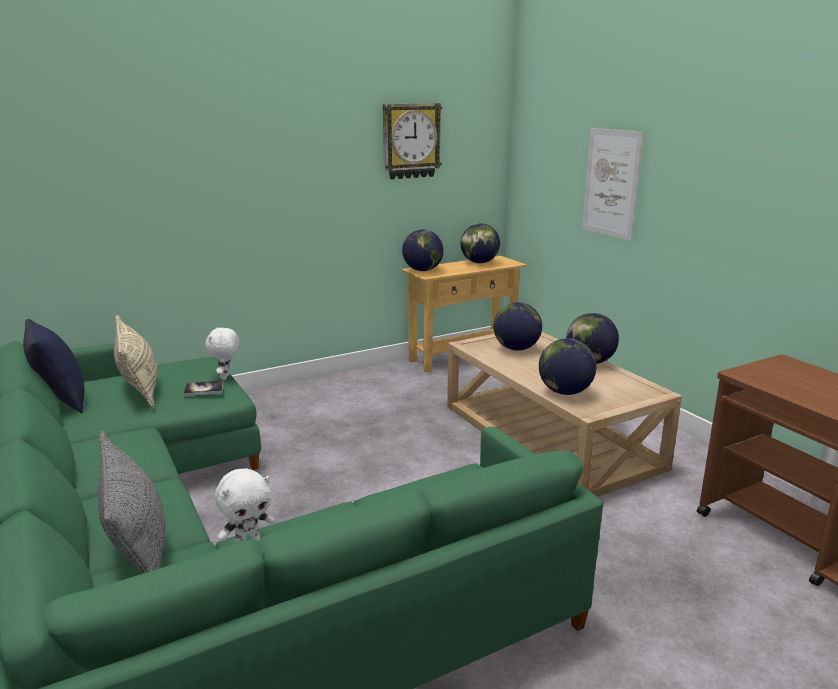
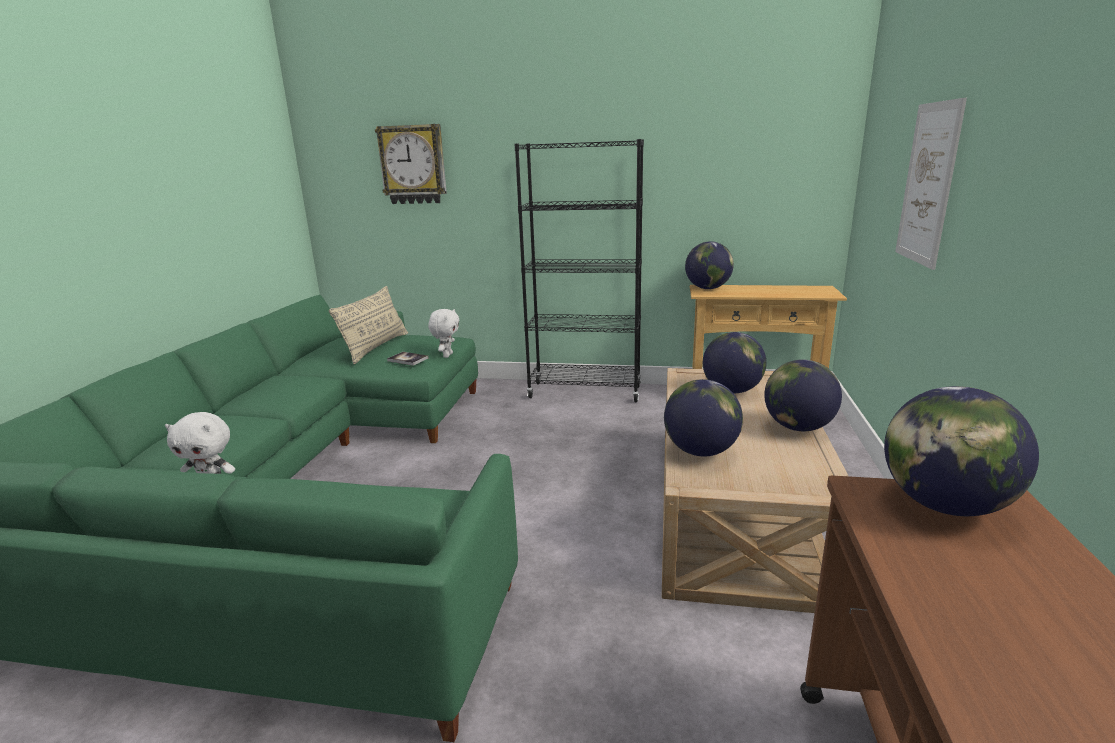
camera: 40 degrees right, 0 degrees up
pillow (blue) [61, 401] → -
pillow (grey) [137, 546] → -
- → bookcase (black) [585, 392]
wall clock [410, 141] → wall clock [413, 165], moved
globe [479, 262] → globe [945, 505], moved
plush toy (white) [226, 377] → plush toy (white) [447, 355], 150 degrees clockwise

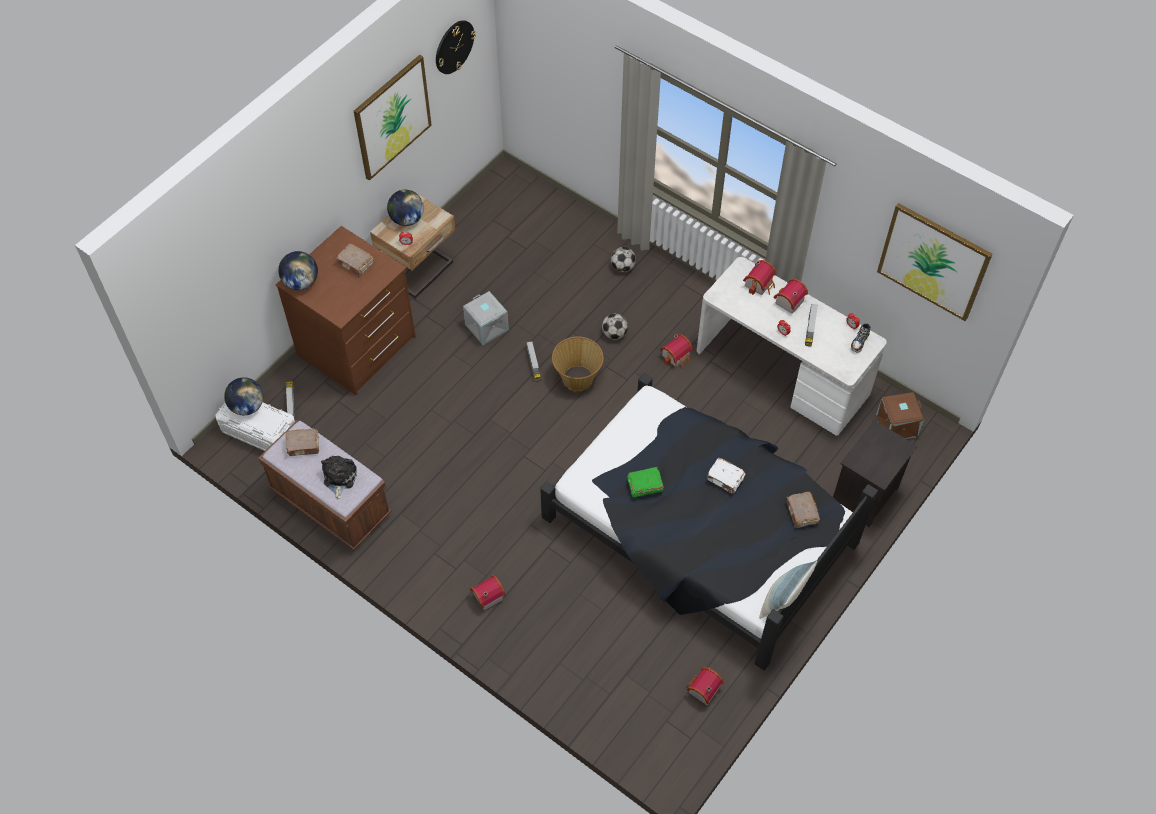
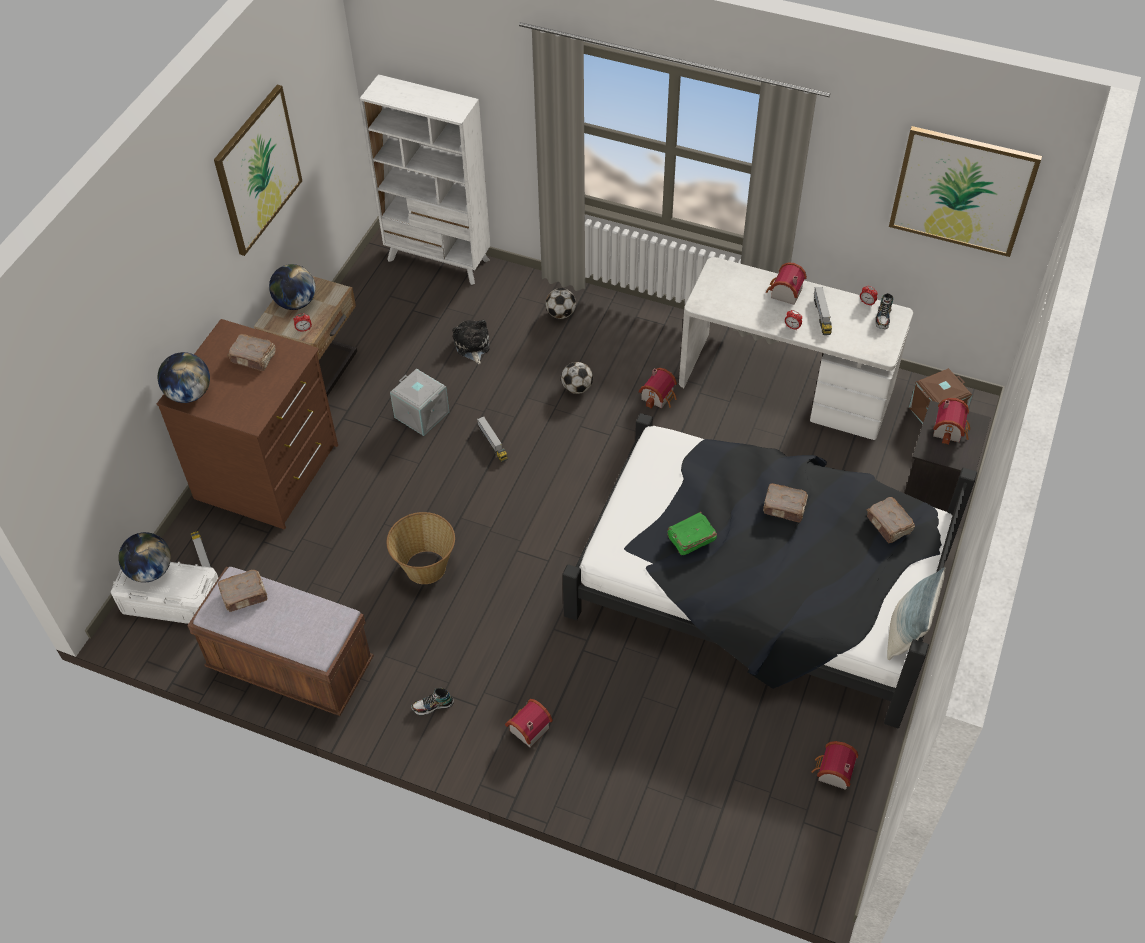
camera: 15 degrees left, 5 degrees down
wall clock [454, 47] → -
- → bookcase (white) [438, 260]
- → shoe [433, 706]
plush toy [339, 478] → plush toy [472, 346], moved
basket [577, 377] → basket [425, 566], moved
toy house [760, 284] → toy house [950, 429], moved
book (white) [725, 479] → book (brown) [784, 508]

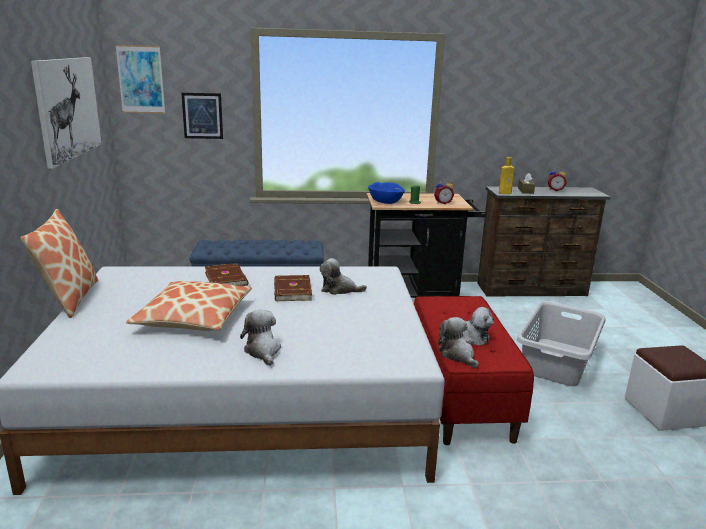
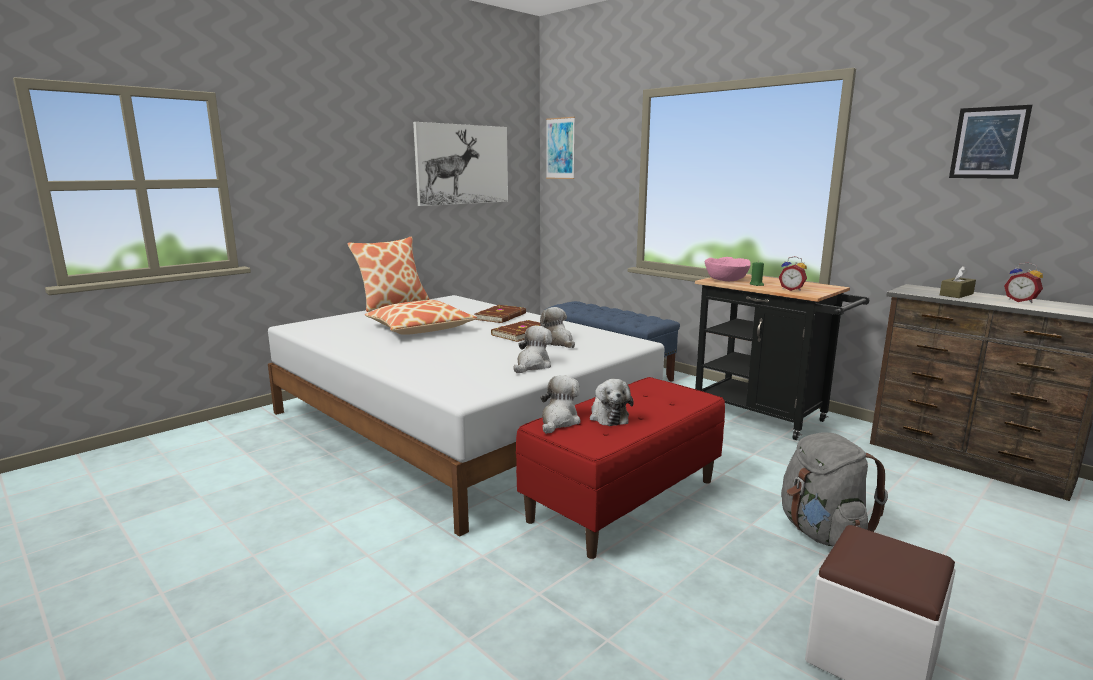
camera: 50 degrees right, 5 degrees down
bottle (yellow) [505, 193] → -
picture [202, 116] → picture [989, 143], moved
plush toy [263, 351] → plush toy [532, 365], moved
laundry basket (grey) [558, 361] → backpack (grey) [822, 532]
bowl (blue) [386, 201] → bowl (pink) [726, 279]

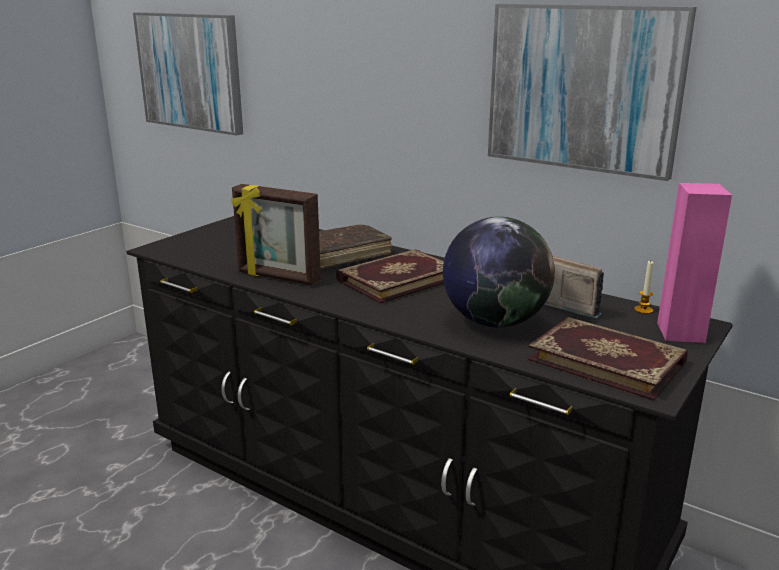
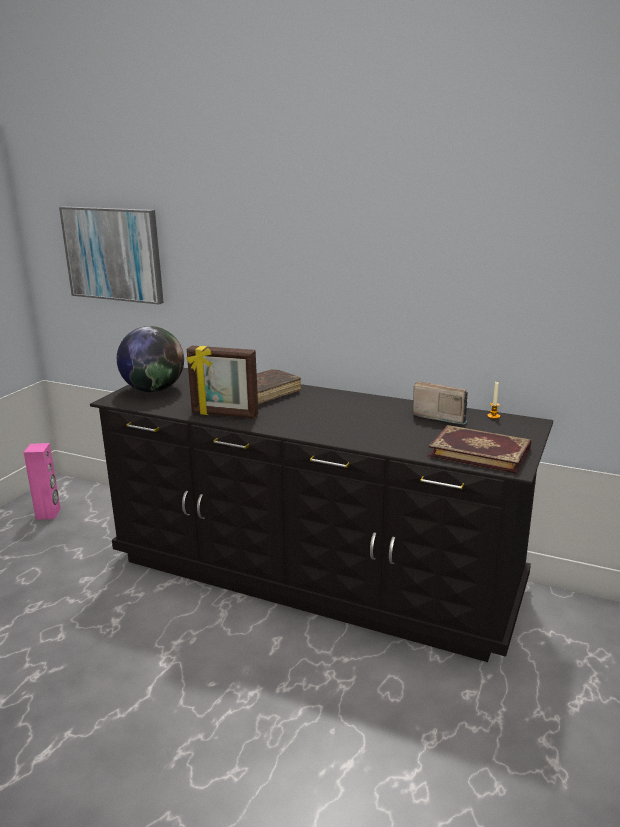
camera: 10 degrees left, 0 degrees up
book [396, 279] → -
picture [583, 88] → -
globe [494, 322] → globe [153, 390], moved
speaker (pink) [681, 332] → speaker (pink) [48, 514], moved

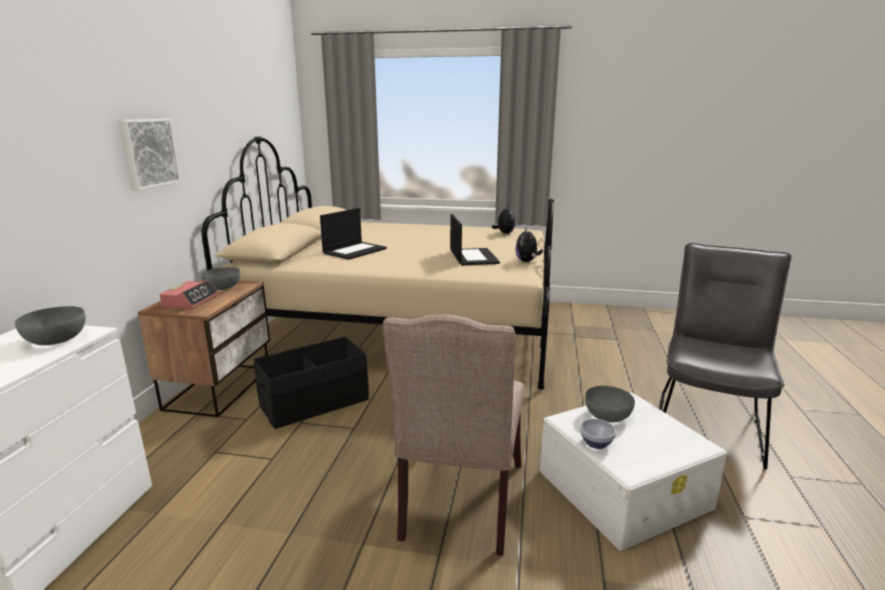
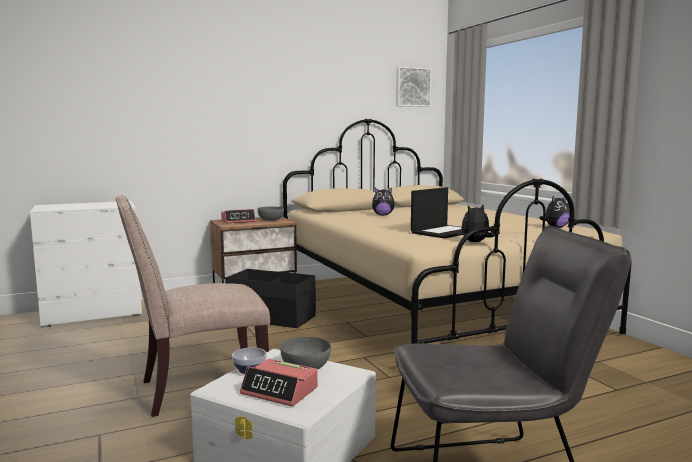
camera: 55 degrees right, 10 degrees down
bowl (grey) [57, 339] → -
- → alarm clock [280, 391]
picture [148, 153] → picture [412, 87], moved
laptop [355, 251] → plush toy [383, 215]

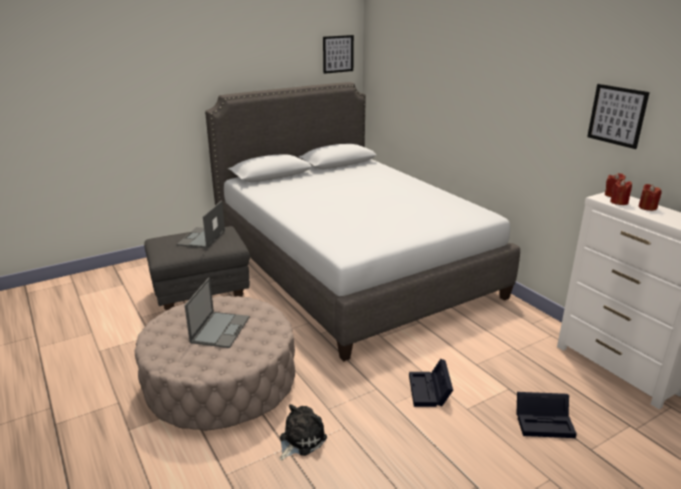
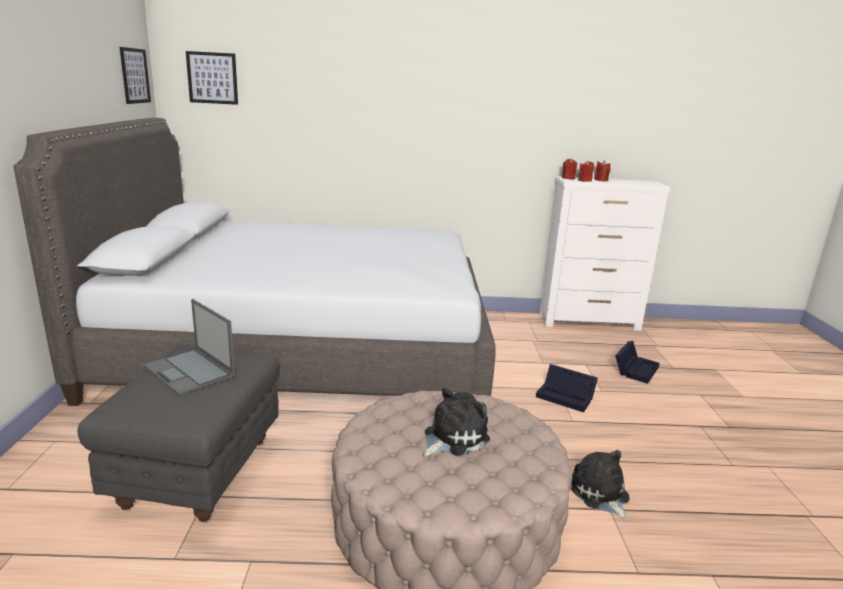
camera: 60 degrees left, 5 degrees down
picture [617, 115] → picture [212, 78], moved
laptop [220, 329] → plush toy [452, 437]

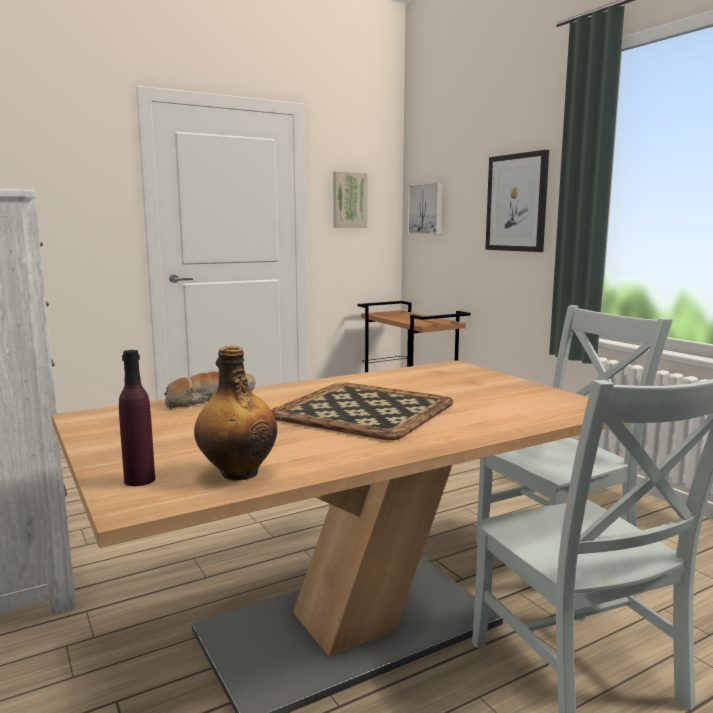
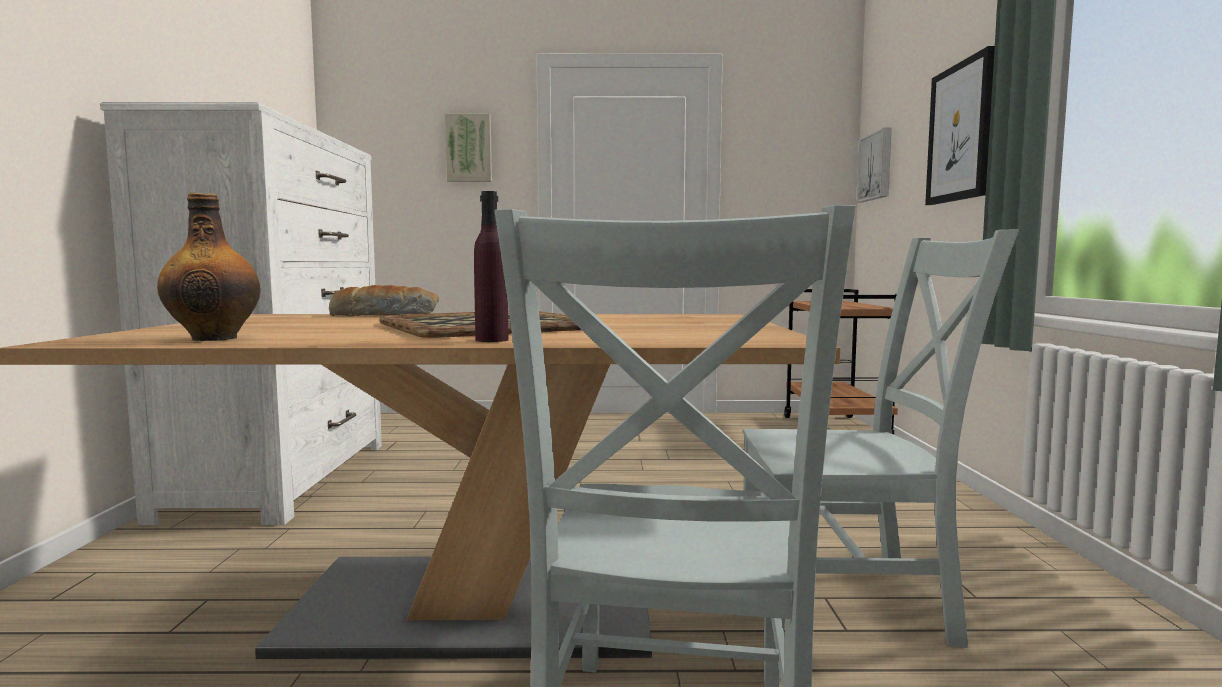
camera: 30 degrees right, 5 degrees down
bottle (purple) [139, 480] → bottle (purple) [492, 340], moved
picture [349, 200] → picture [469, 148], moved

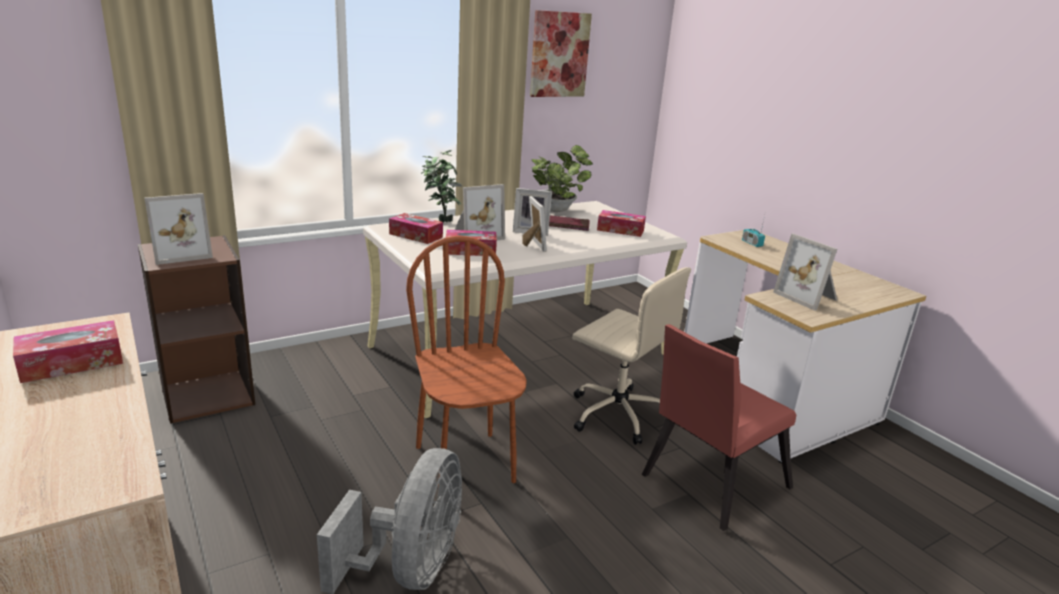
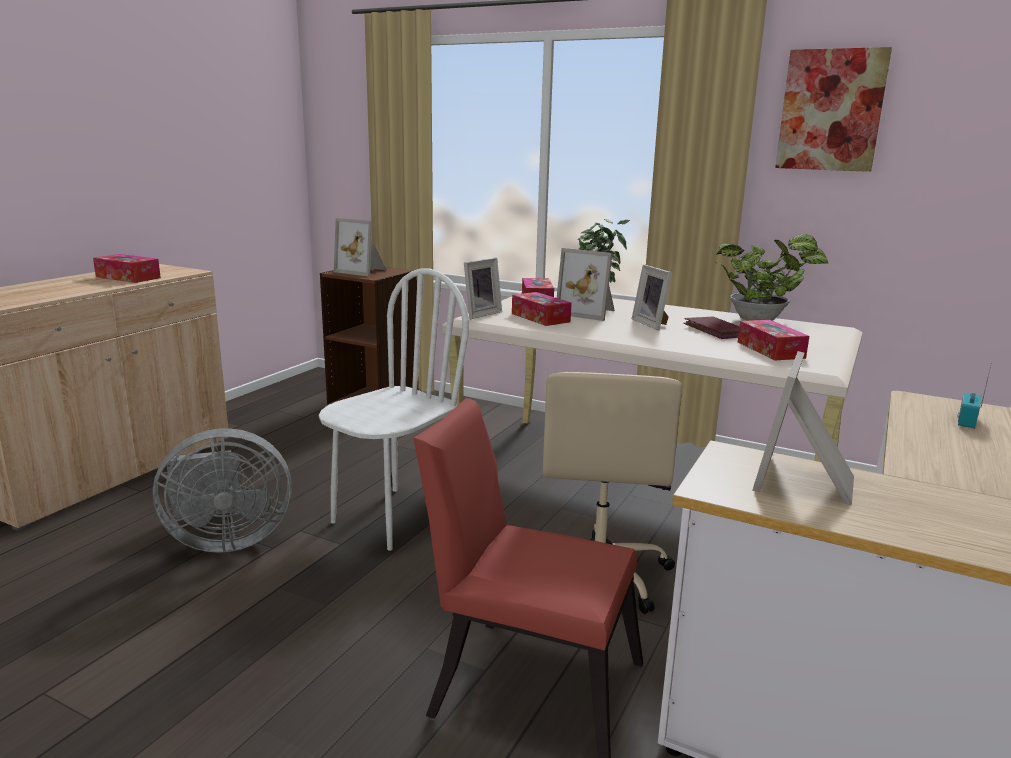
camera: 60 degrees right, 5 degrees down
picture frame [532, 245] → picture frame [479, 314], moved
chair (brown) [465, 464] → chair (white) [393, 518]

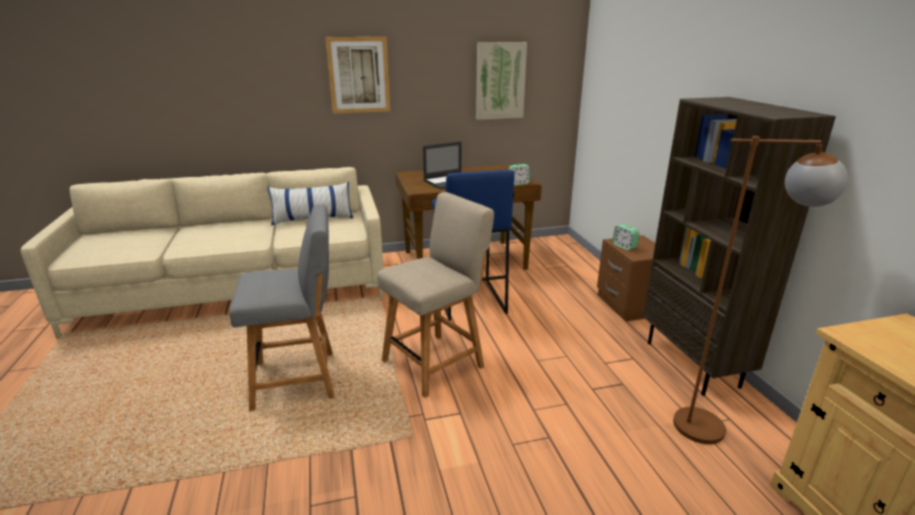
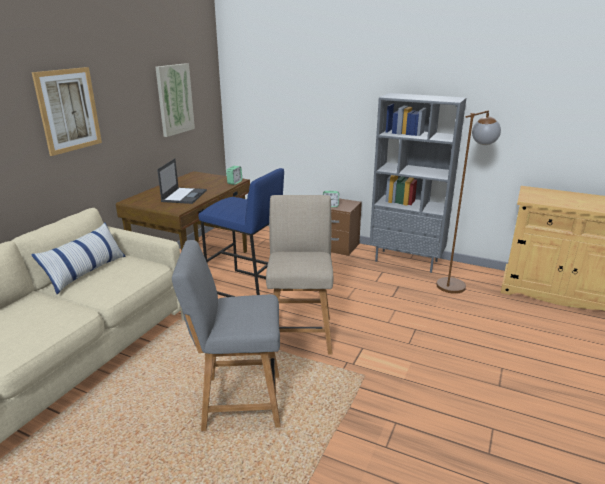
camera: 50 degrees left, 0 degrees up
bookcase (brown) [693, 364] → bookcase (grey) [407, 261]
chair (grey) [300, 379] → chair (grey) [237, 401], 120 degrees counterclockwise

